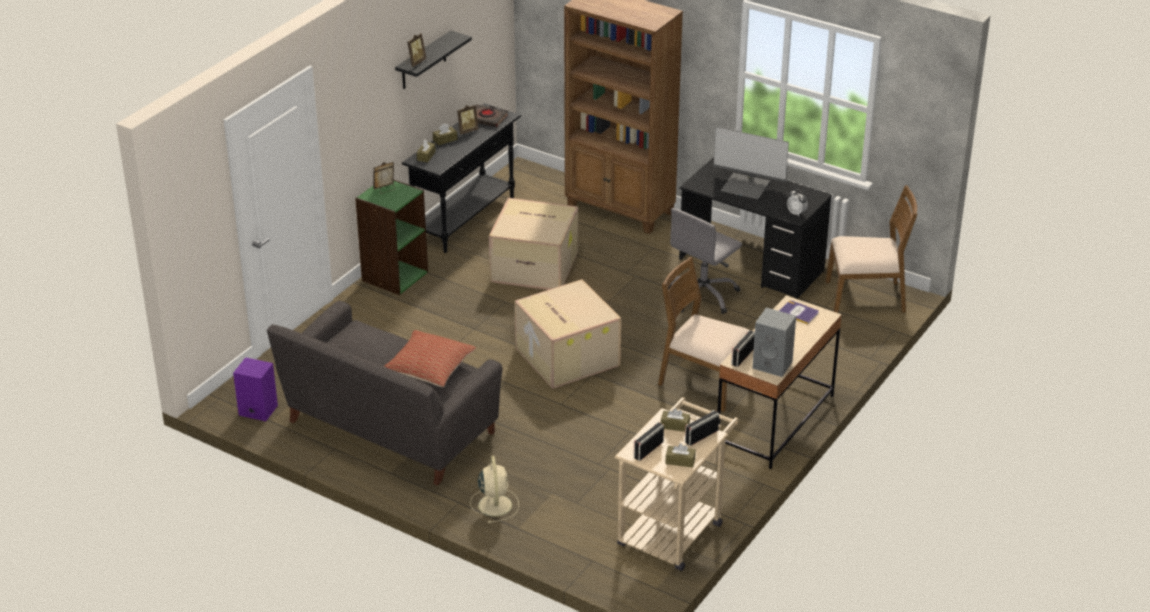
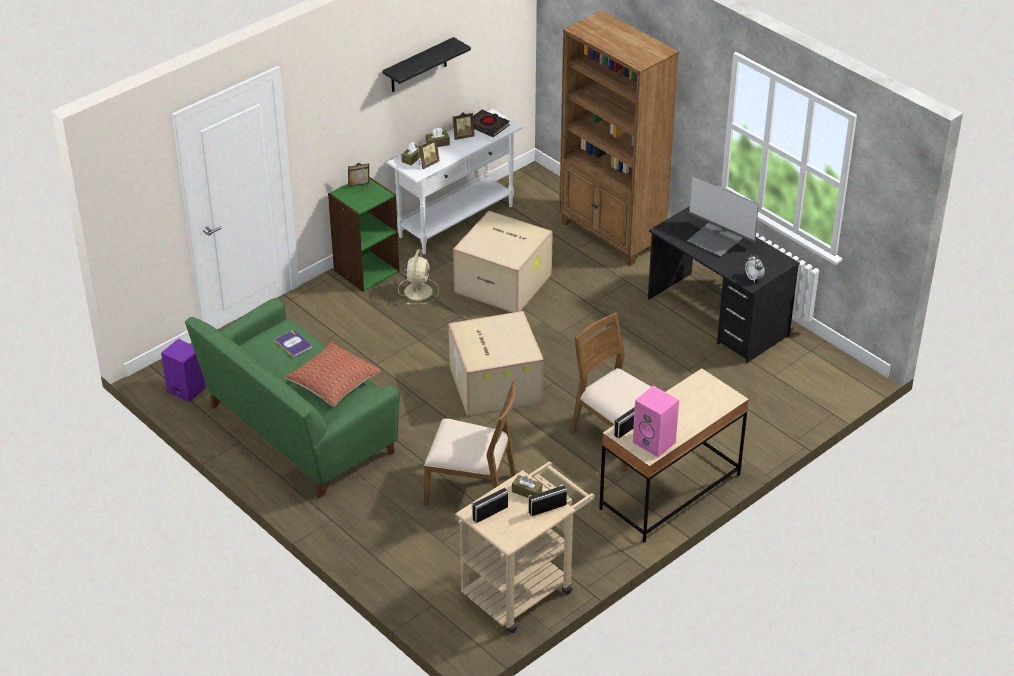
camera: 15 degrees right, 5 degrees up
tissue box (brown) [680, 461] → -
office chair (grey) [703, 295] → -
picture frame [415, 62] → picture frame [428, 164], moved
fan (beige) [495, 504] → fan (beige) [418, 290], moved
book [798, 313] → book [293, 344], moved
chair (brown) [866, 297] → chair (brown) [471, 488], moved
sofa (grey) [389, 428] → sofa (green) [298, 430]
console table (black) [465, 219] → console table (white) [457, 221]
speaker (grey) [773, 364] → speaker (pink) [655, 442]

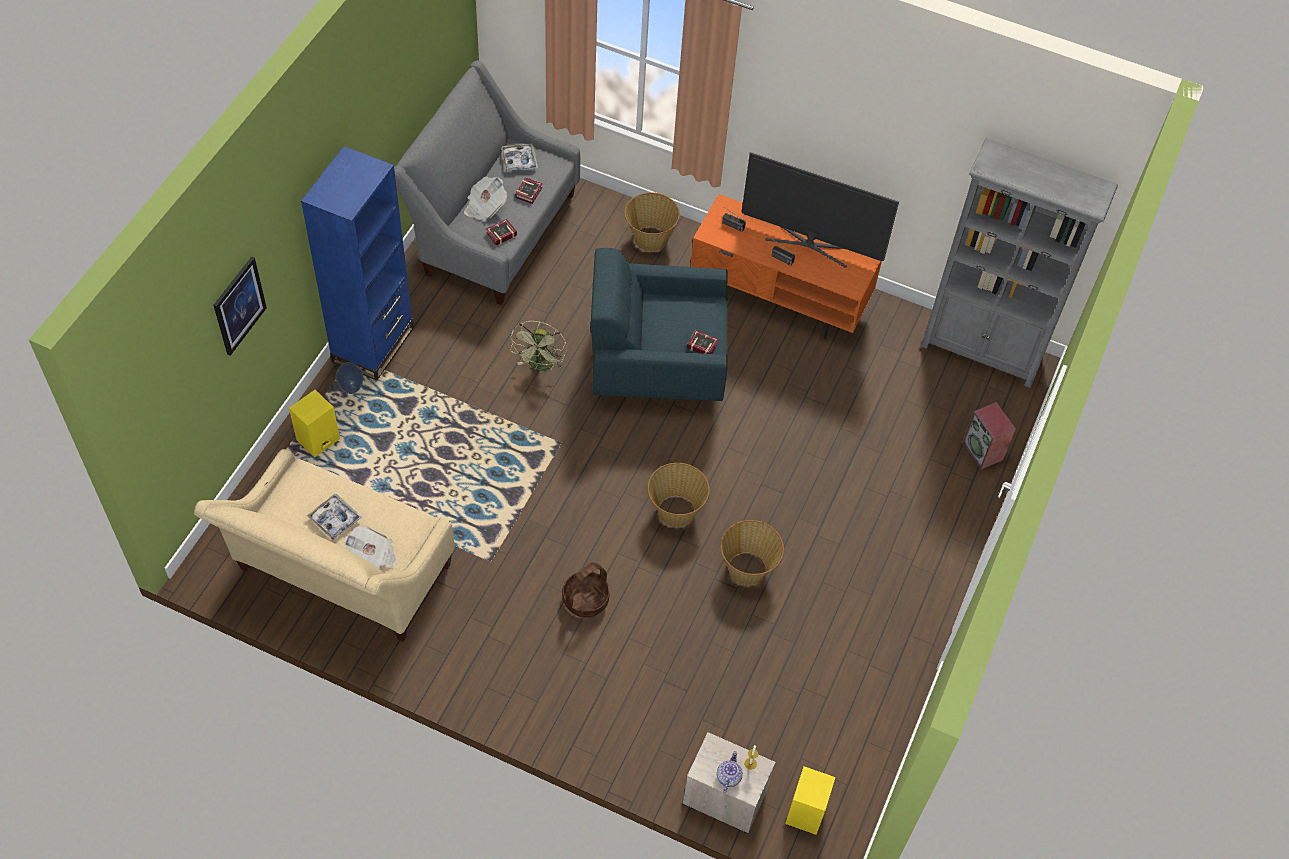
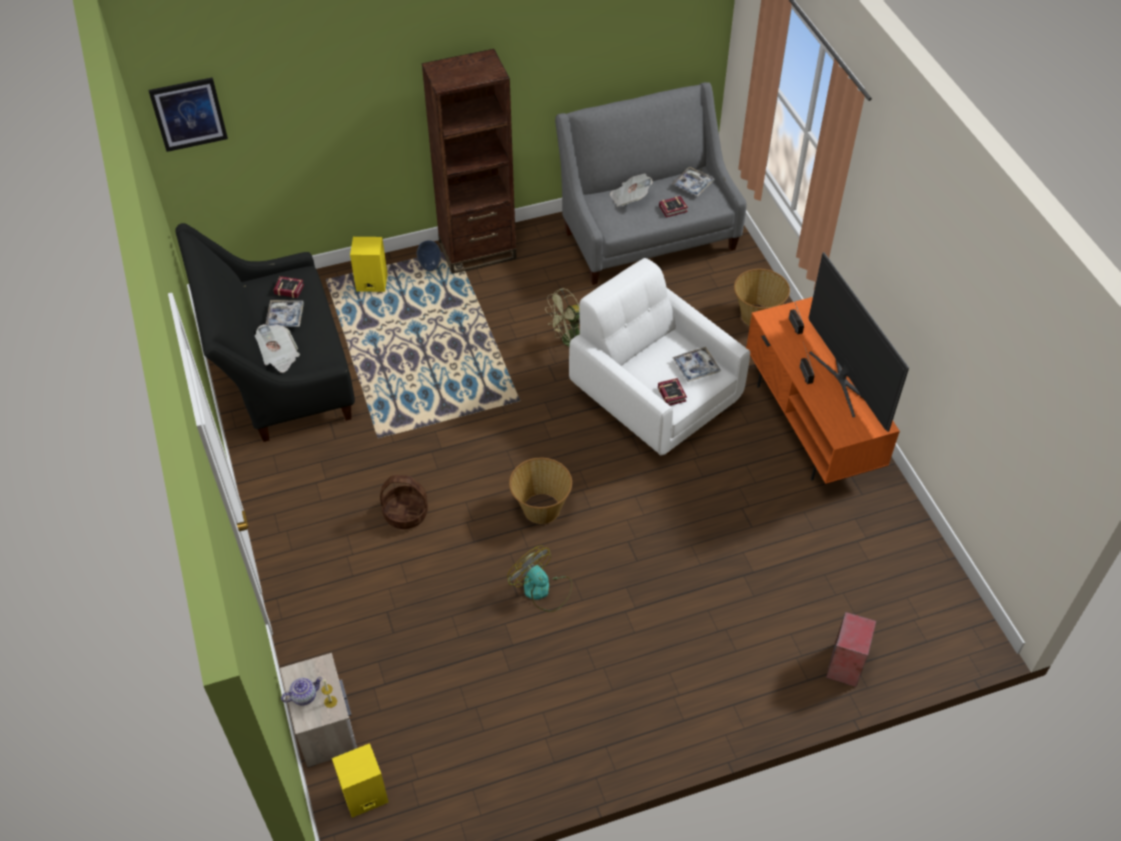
camera: 50 degrees right, 5 degrees down
bookcase (grey) [982, 351] → -
- → tray [696, 367]
picture [239, 305] → picture [188, 114], moved
book [500, 234] → book [288, 288], moved
basket [747, 569] → fan [542, 590]
sofa (beige) [340, 576] → sofa (black) [280, 372]
bookcase (blue) [373, 345] → bookcase (brown) [477, 251]
armchair (blue) [656, 364] → armchair (white) [653, 400]

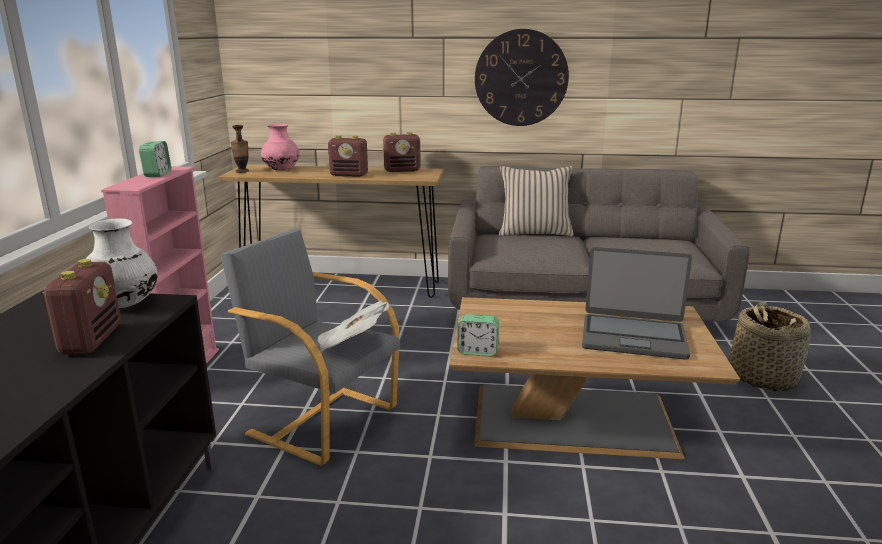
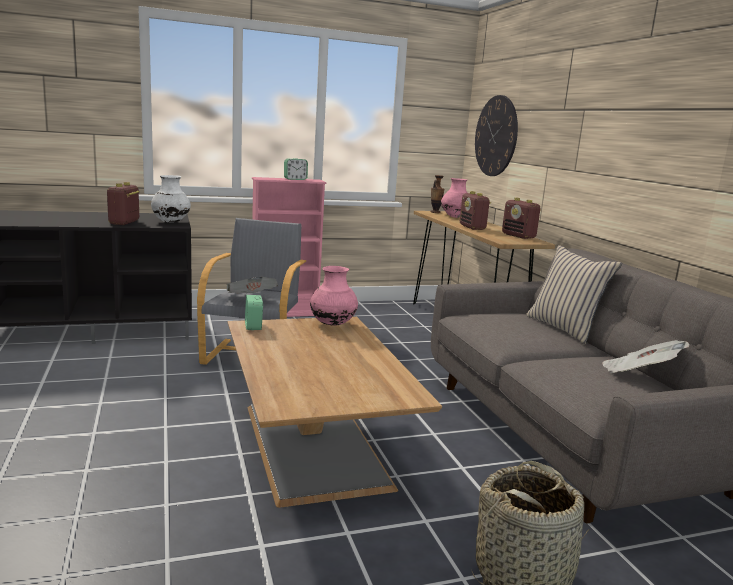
camera: 65 degrees right, 5 degrees down
laptop [633, 337] → -
- → vase (pink) [333, 324]
- → newspaper [638, 374]
wall clock [521, 78] → wall clock [496, 136], moved
radio [91, 340] → radio [124, 222], 120 degrees clockwise

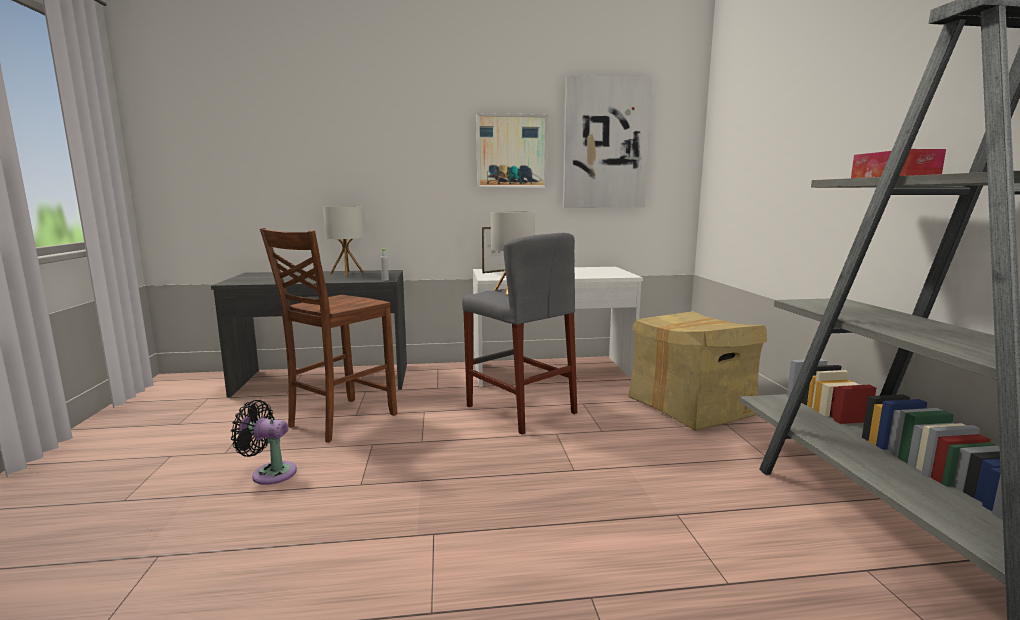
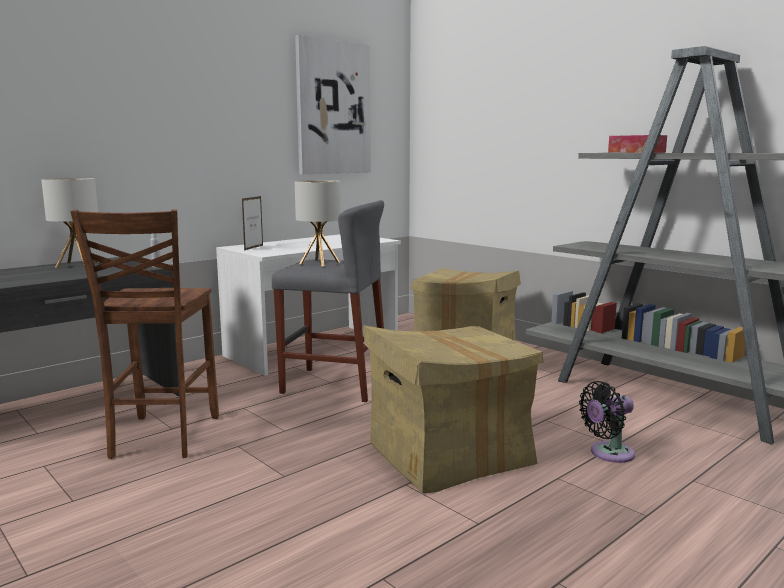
camera: 35 degrees left, 0 degrees up
picture [511, 151] → -
- → cardboard box [448, 455]
fan (black) [270, 473] → fan (black) [608, 454], moved

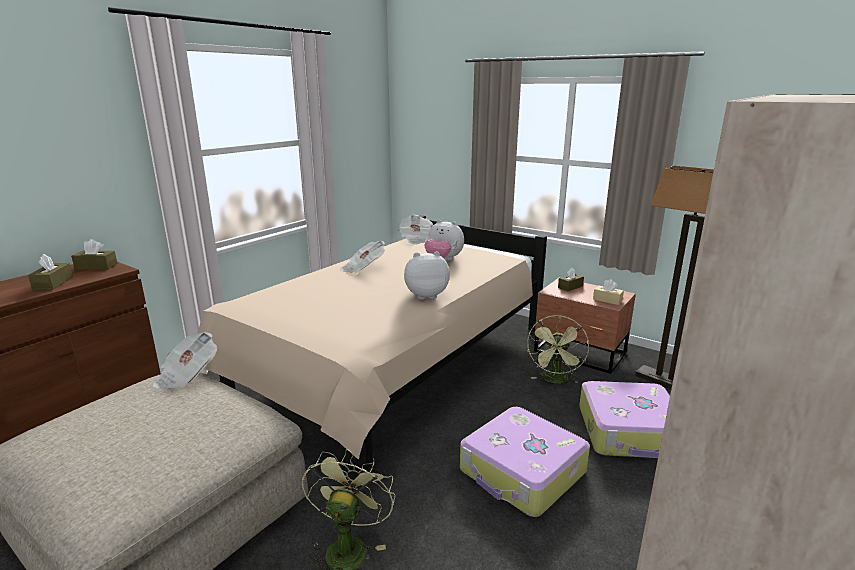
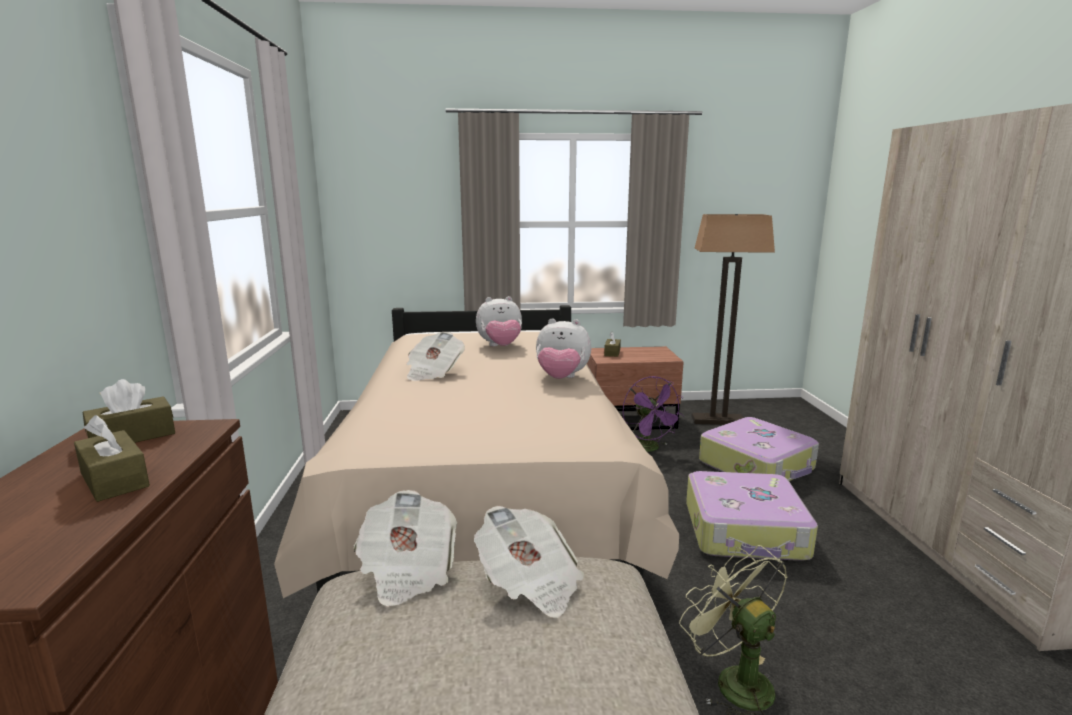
camera: 40 degrees left, 5 degrees down
tissue box (beige) [607, 300] → -
newspaper [416, 239] → newspaper [530, 583], moved
fan (green) [555, 380] → fan (purple) [649, 449]
plush toy [426, 295] → plush toy [561, 378], 120 degrees counterclockwise

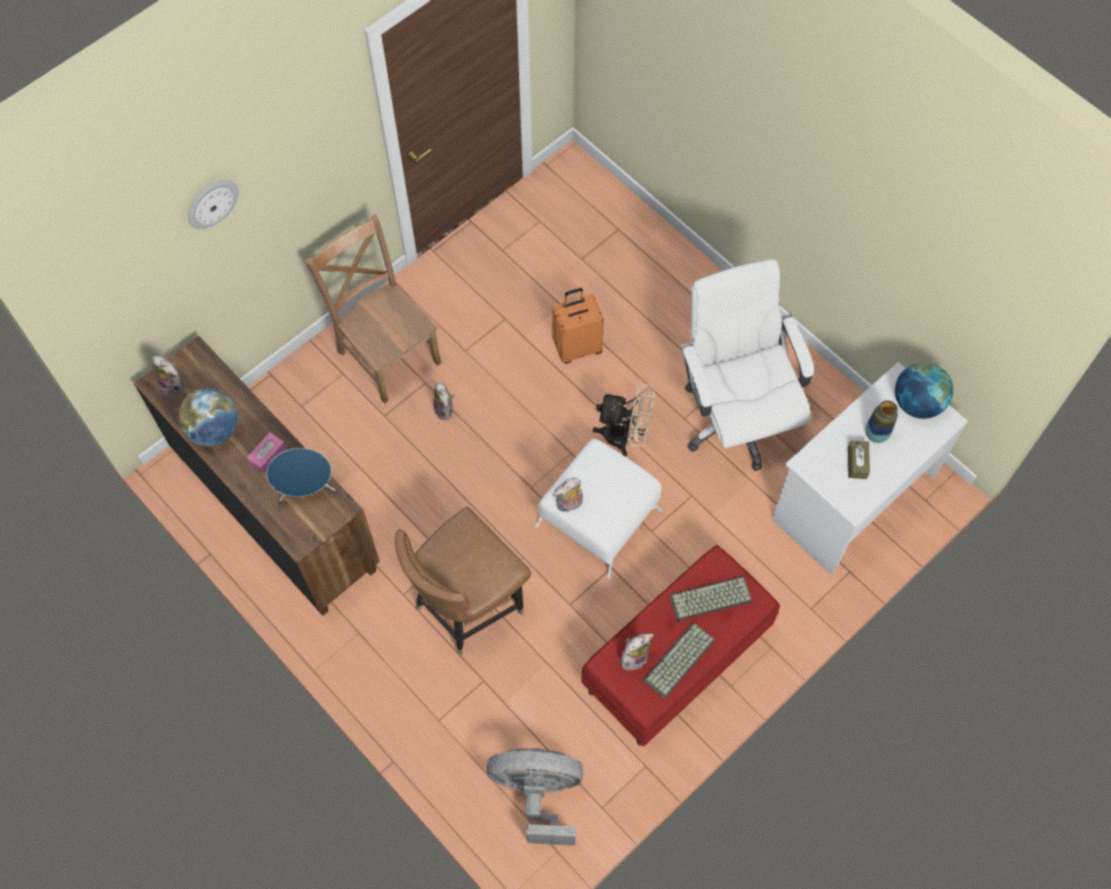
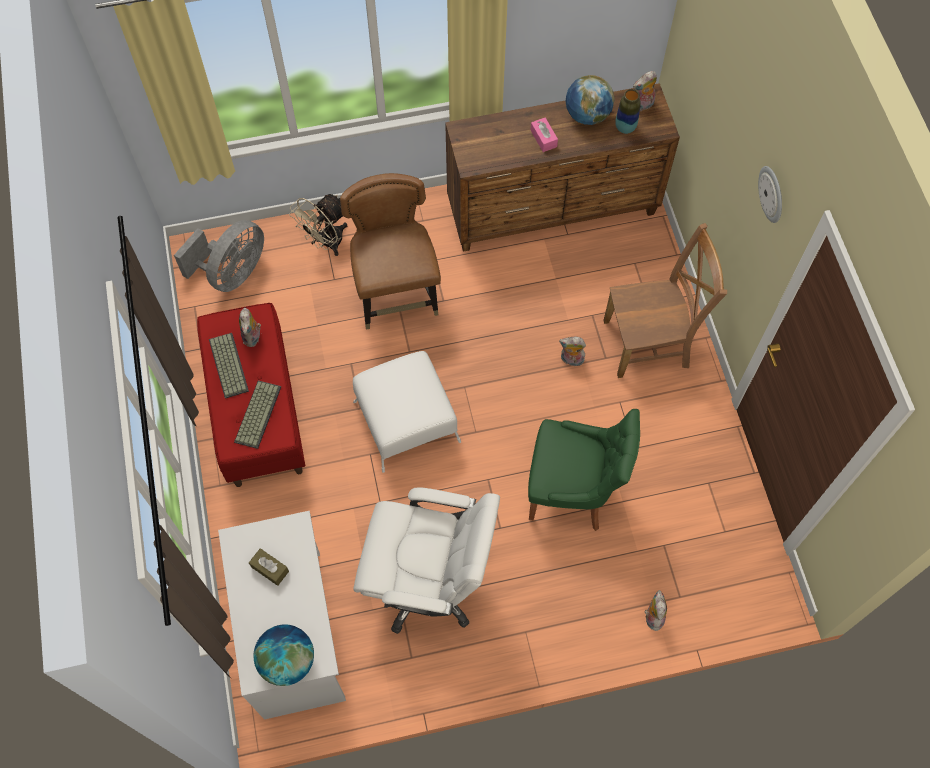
camera: 120 degrees right, 0 degrees up
speaker (blue) [307, 489] → -
wall clock [212, 203] → wall clock [772, 194], moved
plush toy [569, 505] → plush toy [652, 616], moved
fan (beige) [625, 436] → fan (beige) [326, 243], moved
vase [876, 434] → vase [625, 127], moved
suitcase (orange) [577, 347] → chair (green) [573, 491]

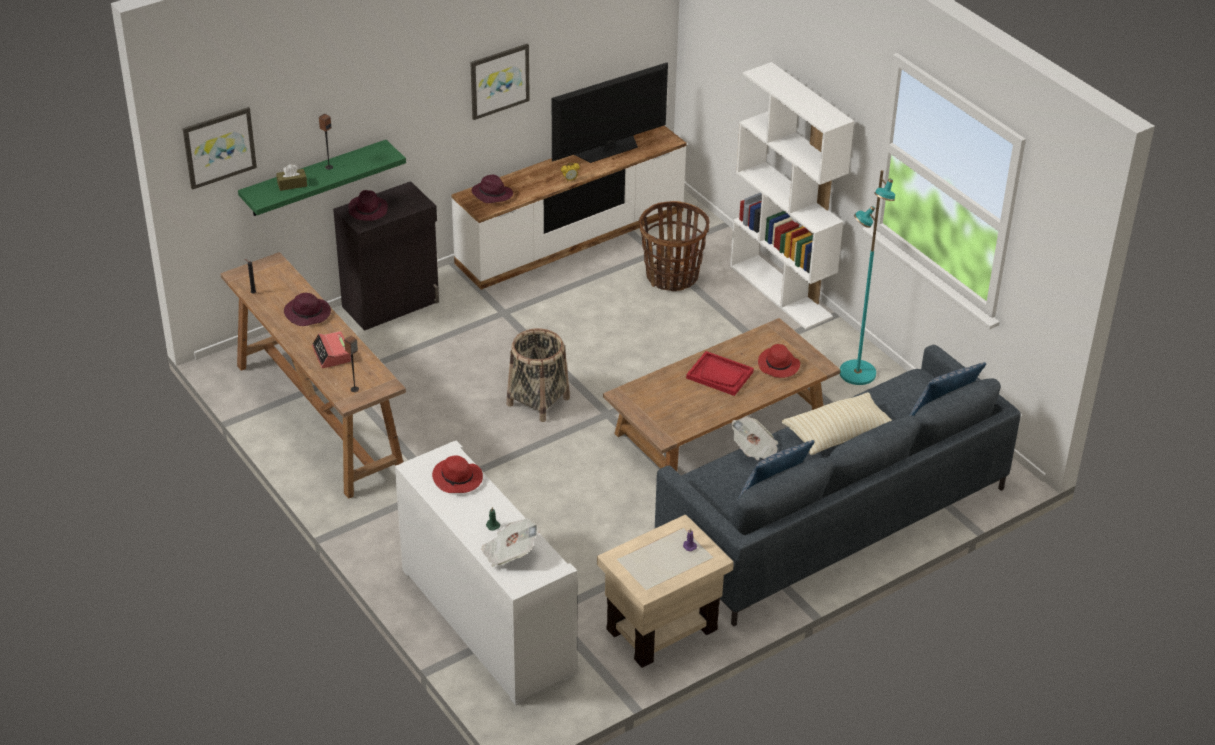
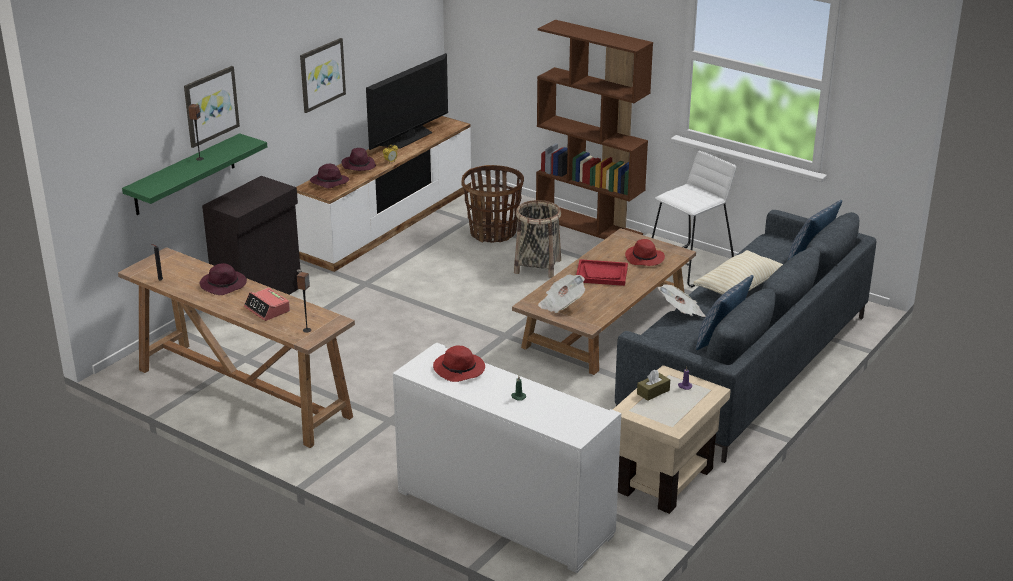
camera: 20 degrees left, 10 degrees down
picture [219, 147] → picture [210, 106], moved
tissue box (brown) [292, 184] → tissue box (brown) [653, 392], moved
hat (purple) [367, 210] → hat (purple) [358, 166], moved
newspaper [509, 553] → newspaper [561, 304], moved
basket [538, 401] → basket [538, 266], moved
floor lamp (turquoise) [856, 373] → stool (white) [689, 266]
bookcase (white) [781, 291] → bookcase (brown) [589, 226]

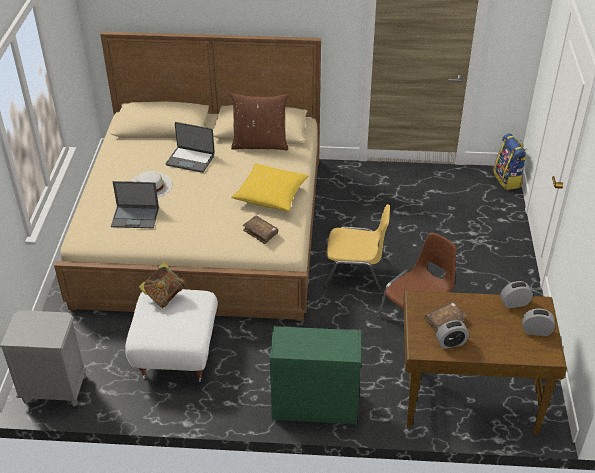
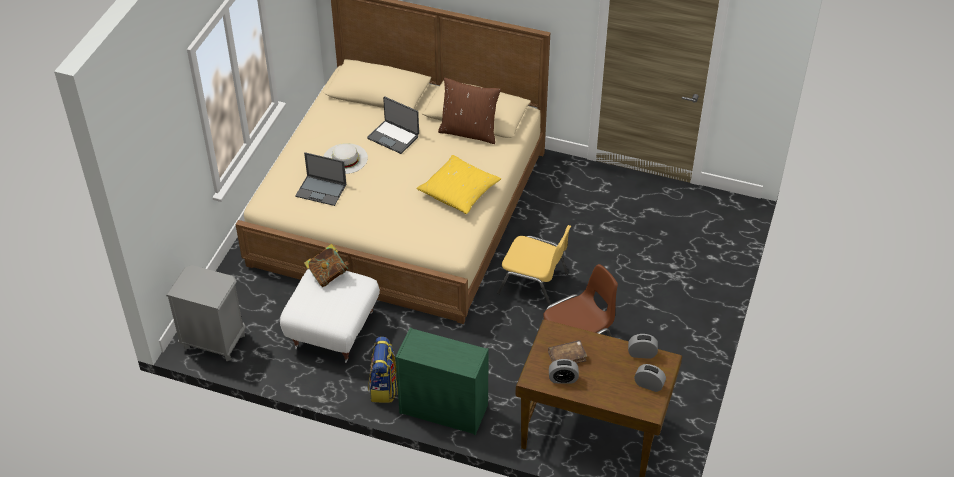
camera: 15 degrees right, 5 degrees up
book (brown) [260, 232] → -
backpack [508, 180] → backpack [384, 387], moved

